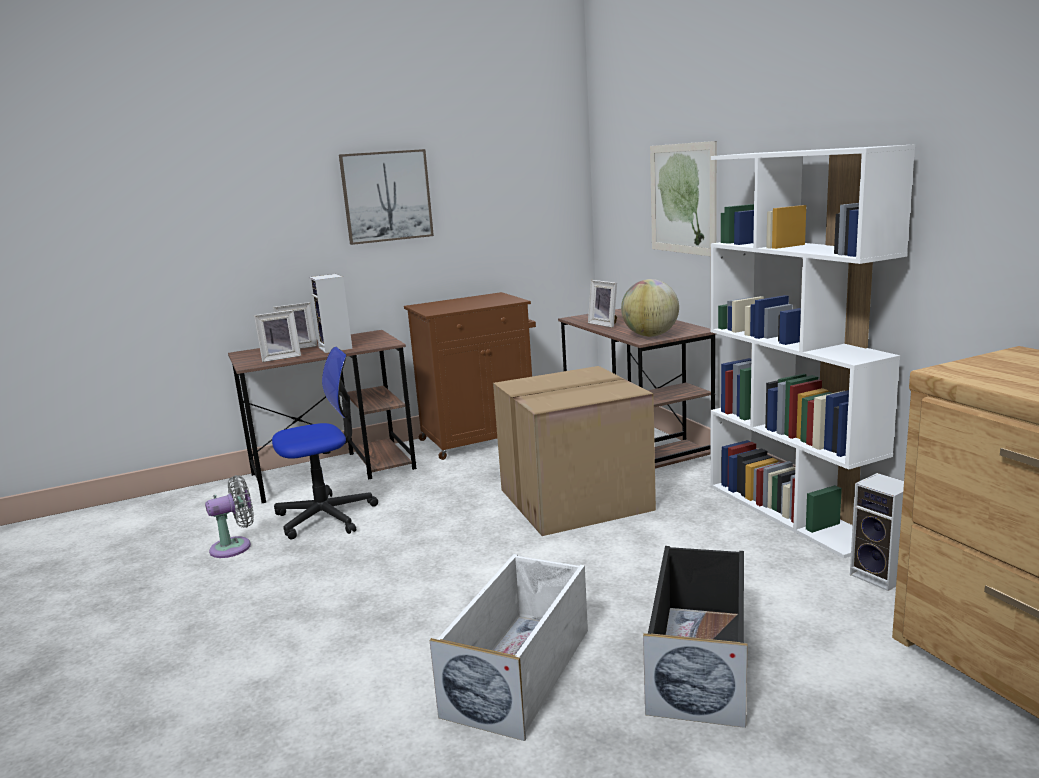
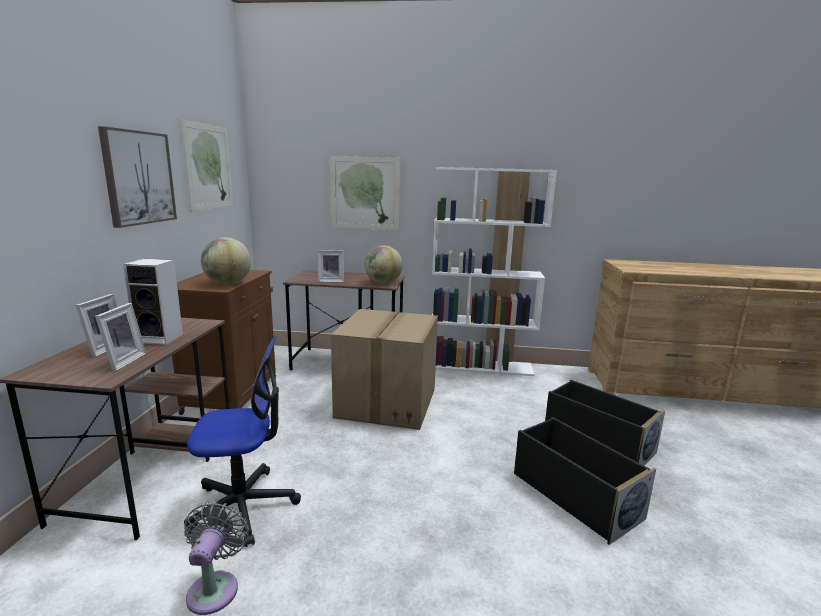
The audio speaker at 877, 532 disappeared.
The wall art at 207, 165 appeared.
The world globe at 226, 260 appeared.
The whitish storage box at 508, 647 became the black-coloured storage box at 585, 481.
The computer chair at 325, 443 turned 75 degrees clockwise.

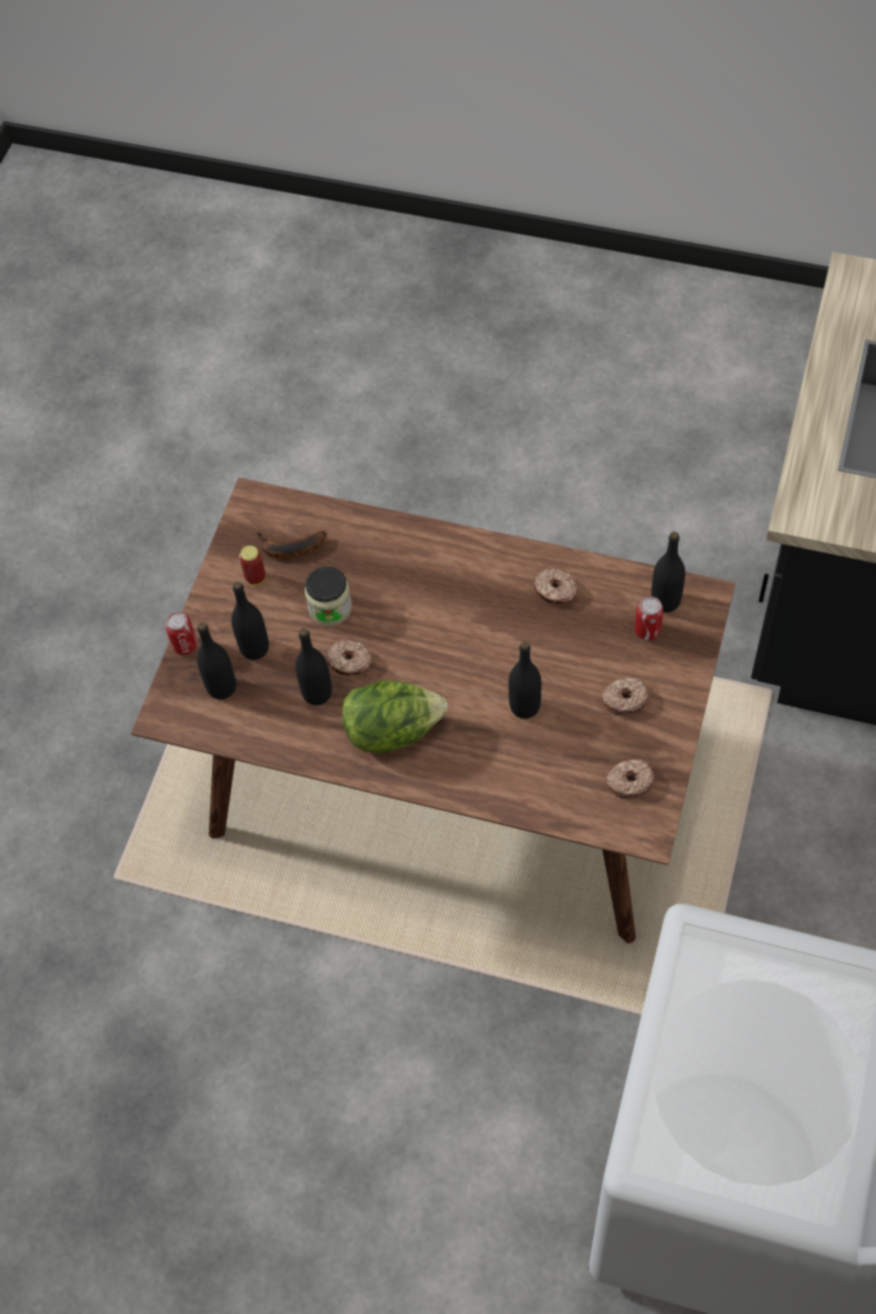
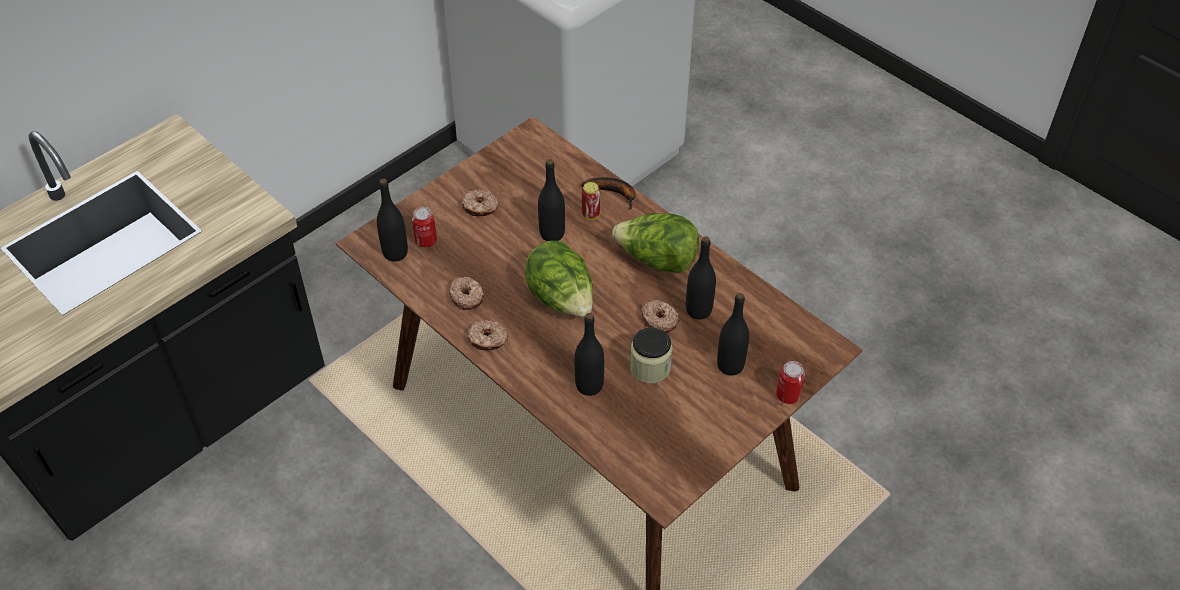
The lettuce head at 559, 279 appeared.
The black-coloured drink bottle moved from 216, 661 to 589, 354.
The sealed can moved from 252, 565 to 591, 201.
The banana fruit moved from 292, 545 to 608, 193.
The doughnut moved from 630, 779 to 487, 335.

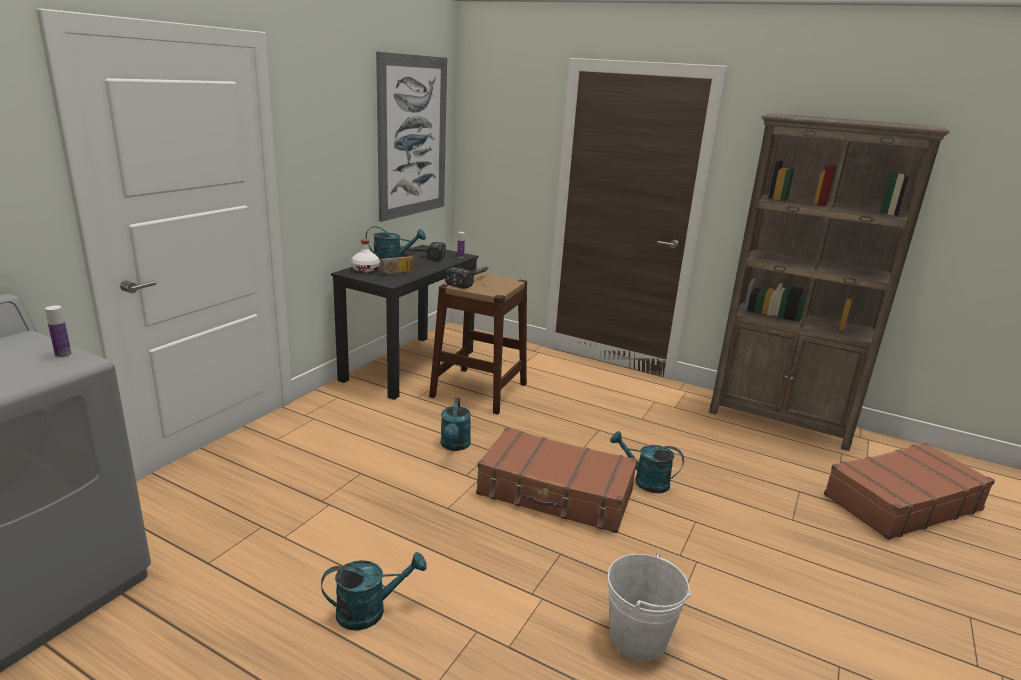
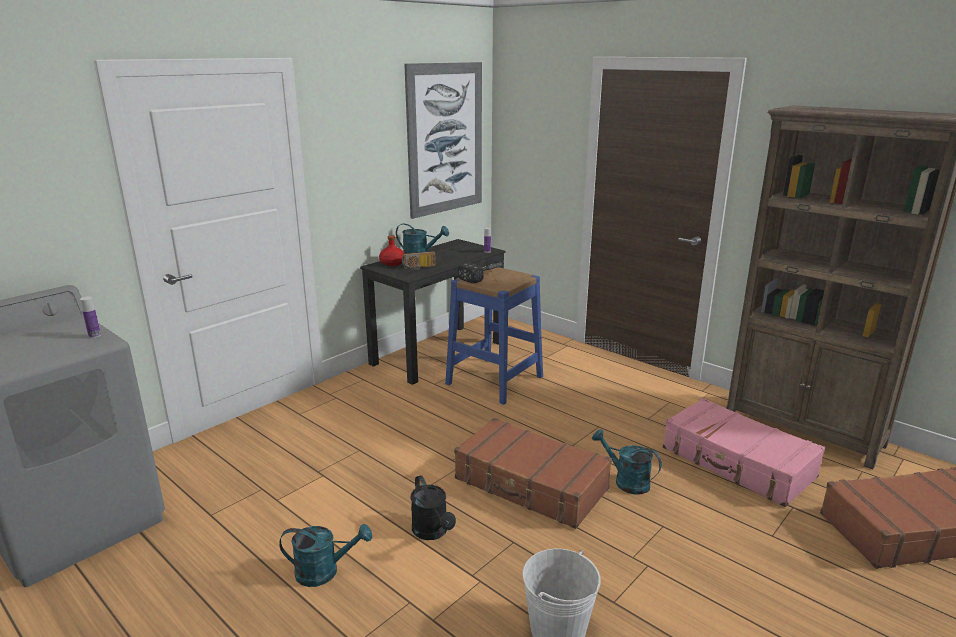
The hand hammer at 423, 251 disappeared.
The turquoise-coloured sprinkling can at 456, 424 disappeared.
The black-coloured sprinkling can at 433, 507 appeared.
The pink suitcase at 744, 452 appeared.
The whitish drink bottle at 365, 255 became the reddish drink bottle at 392, 250.
The brown-coloured stool at 478, 344 became the blue-coloured stool at 494, 336.

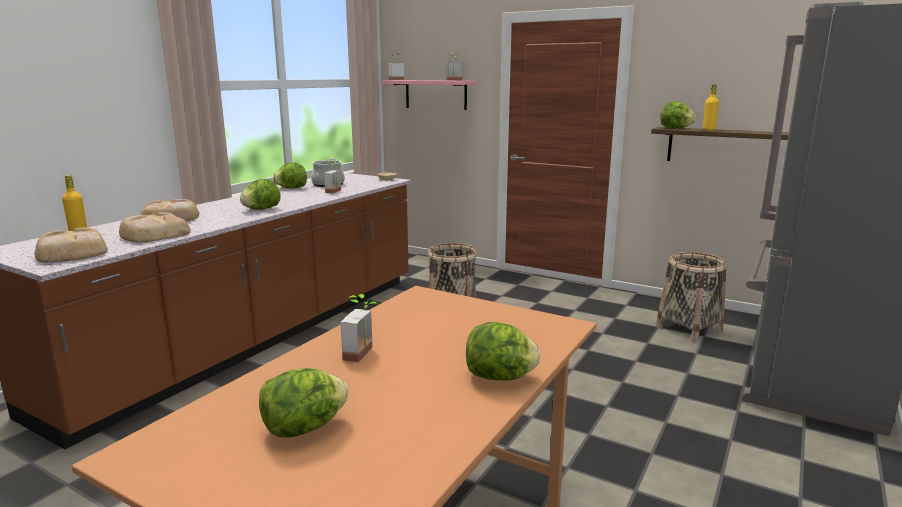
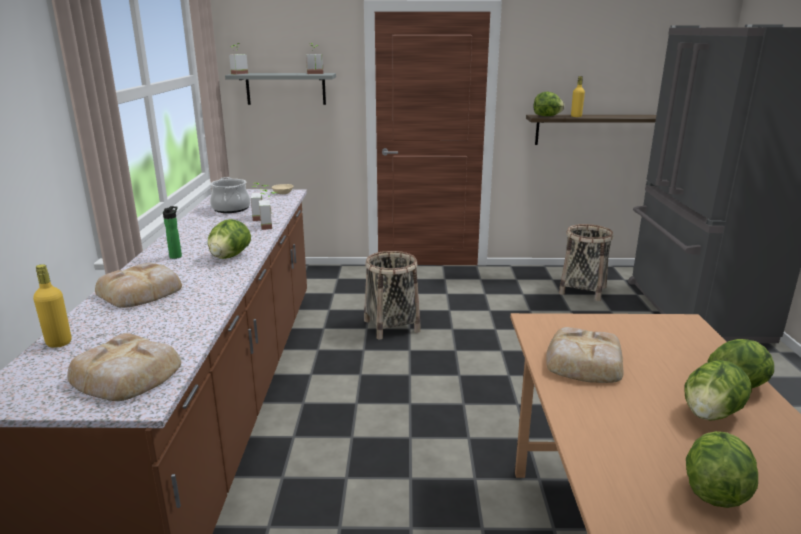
The drink bottle at 172, 232 appeared.
The bread moved from 155, 227 to 584, 355.
The lettuce head moved from 290, 175 to 718, 390.
The plant in a pot moved from 358, 328 to 268, 210.
The pink bracket shelf at 429, 95 became the gray bracket shelf at 280, 89.

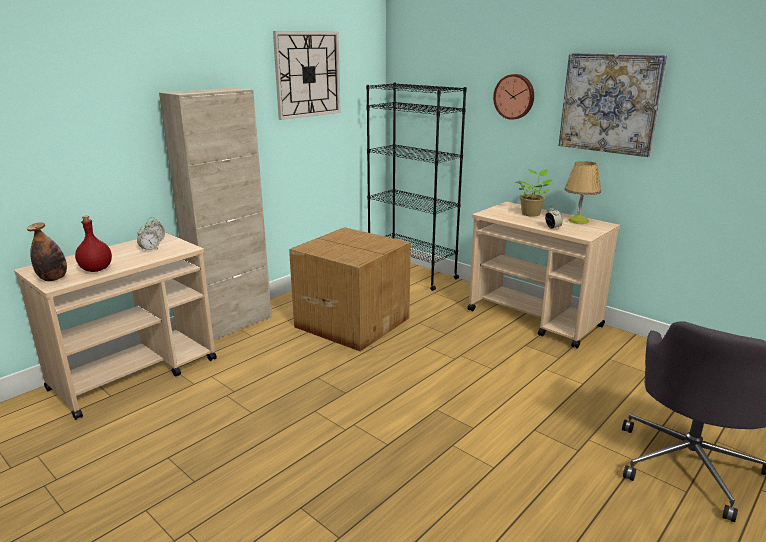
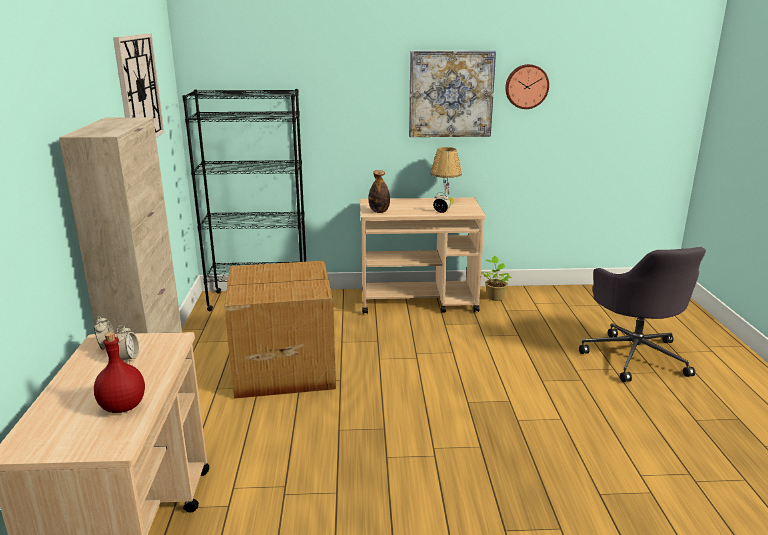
The drink bottle moved from 47, 252 to 379, 191.
The hanging clock moved from 513, 97 to 527, 86.
The plant in a pot moved from 534, 193 to 496, 278.

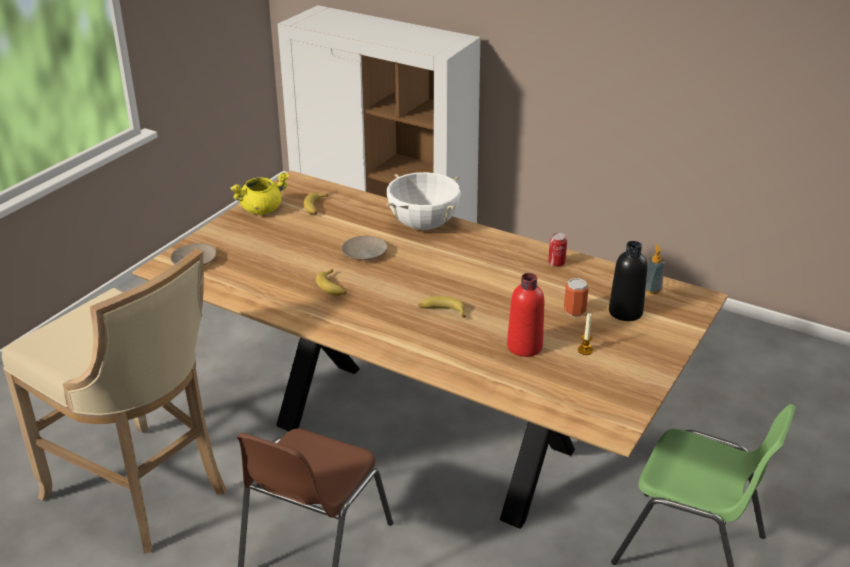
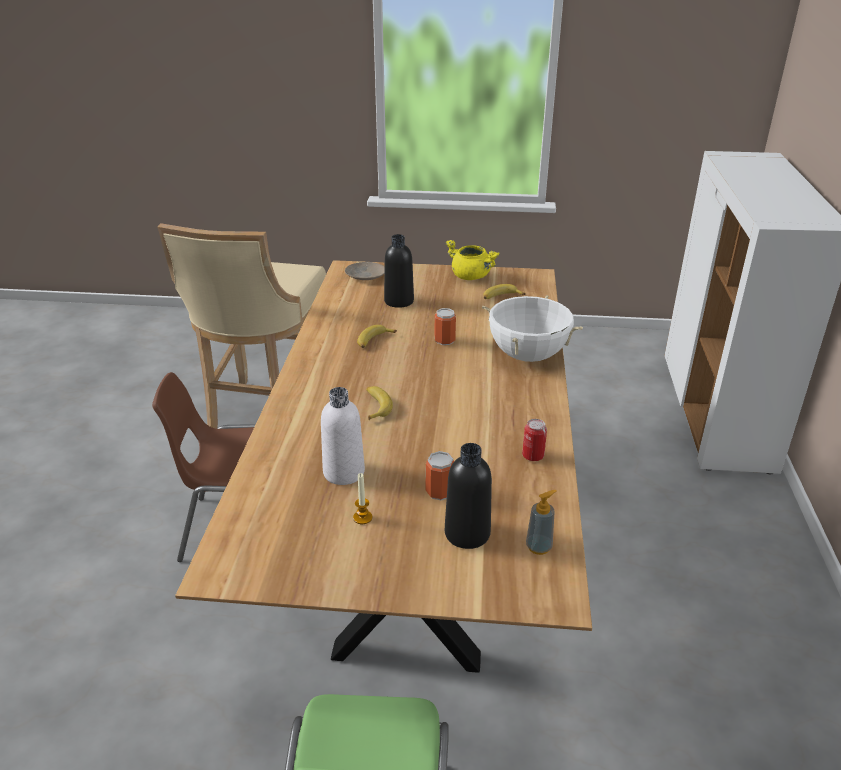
The black-coloured drink bottle at 399, 271 appeared.
The beige-coloured plate at 364, 248 was replaced by the sealed can at 445, 326.
The reddish drink bottle at 525, 315 became the whitish drink bottle at 343, 436.

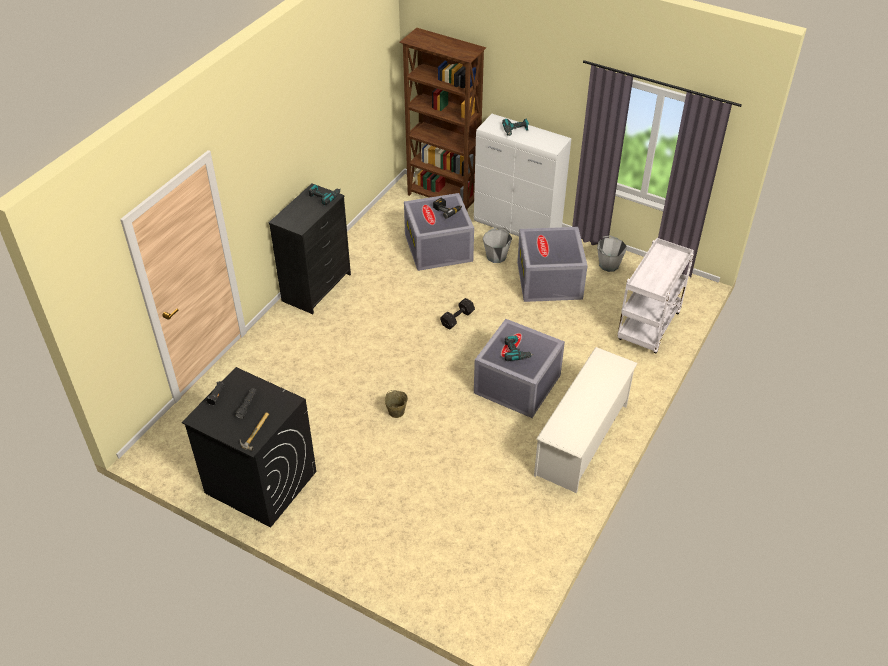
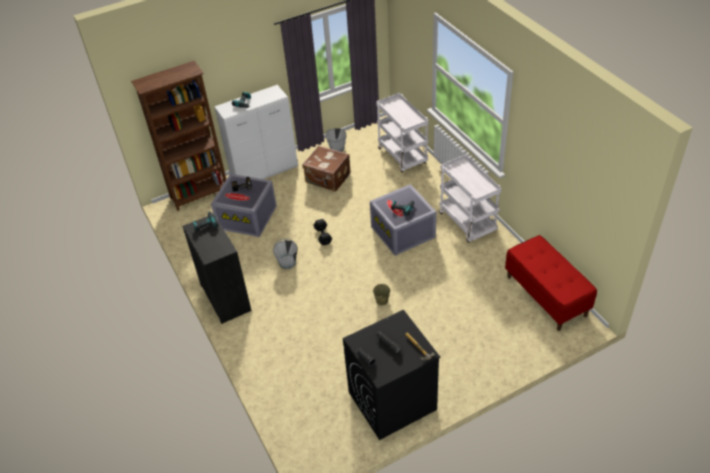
The reddish bench at 551, 283 appeared.
The gray bucket moved from 497, 245 to 285, 253.
The gray storage box at 552, 264 was replaced by the brown-coloured suitcase at 326, 169.
The whitish shoe rack at 586, 420 was replaced by the whitish trolley at 470, 198.

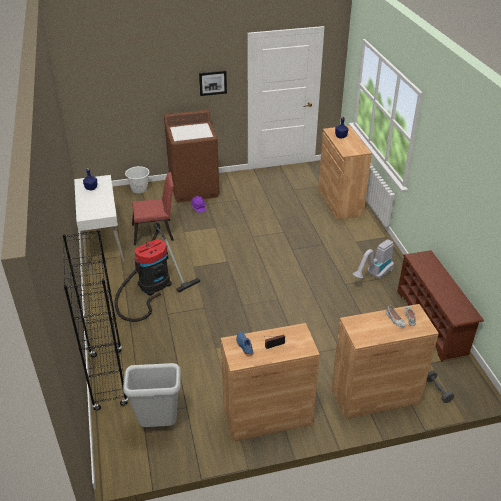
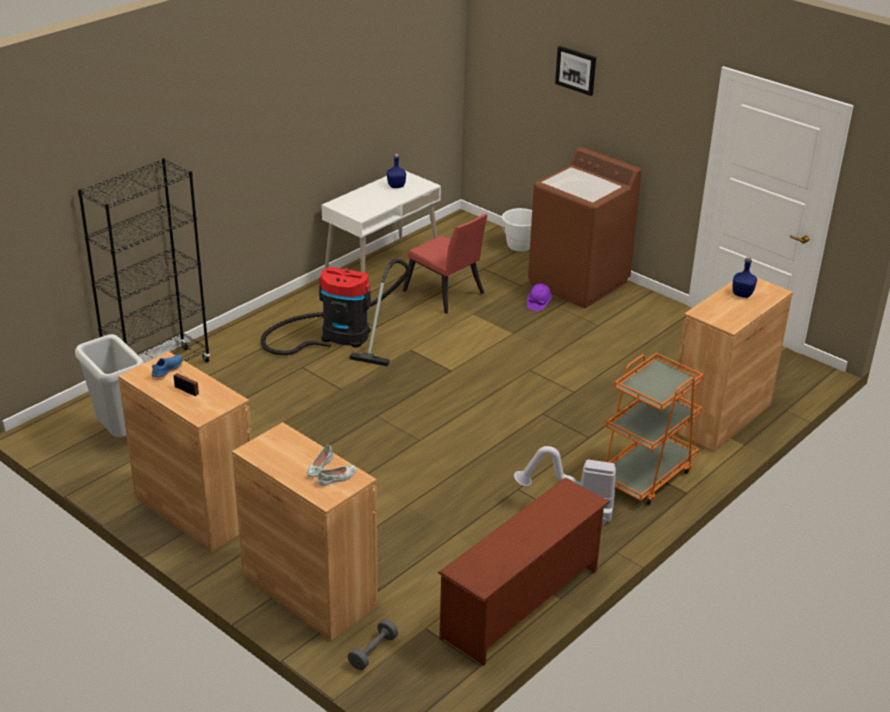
The orangey trolley at 654, 429 appeared.
The wall art moved from 213, 83 to 575, 71.

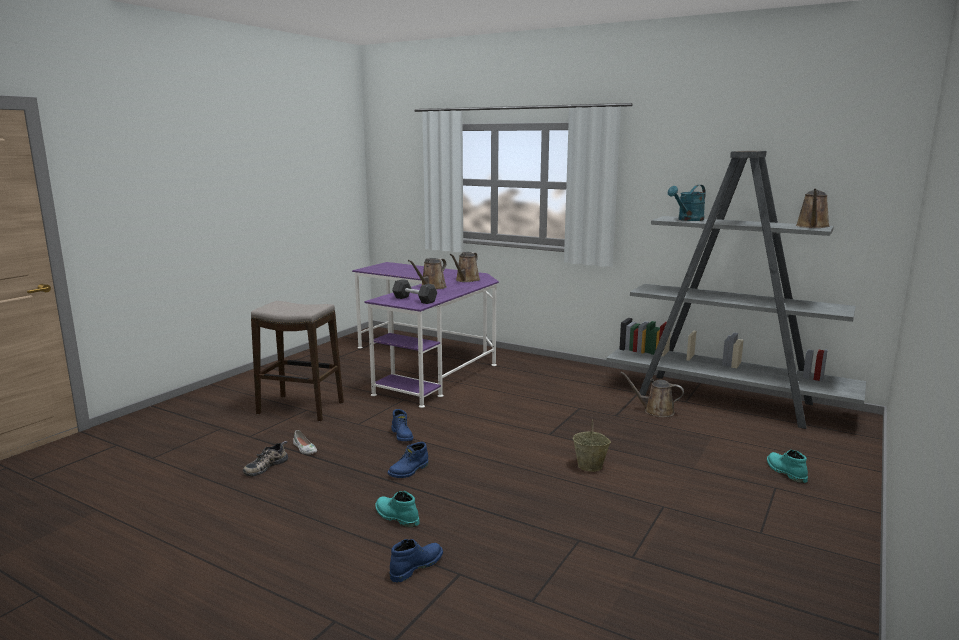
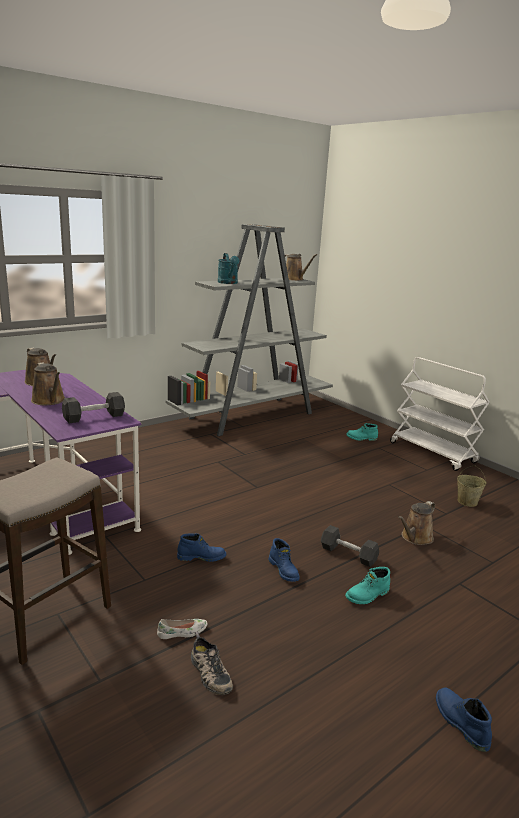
The black-coloured hand weight at 350, 546 appeared.
The whitish trolley at 440, 414 appeared.
The blue-coloured high-top boot moved from 416, 561 to 464, 719.
The beige-coloured bucket moved from 592, 446 to 471, 486.
The brown-coloured sprinkling can moved from 652, 394 to 416, 523.

